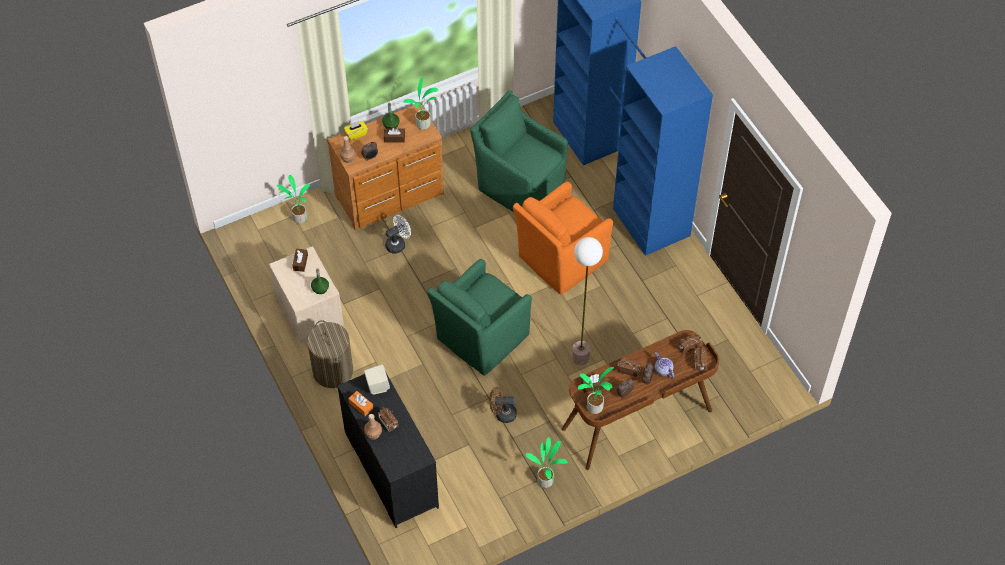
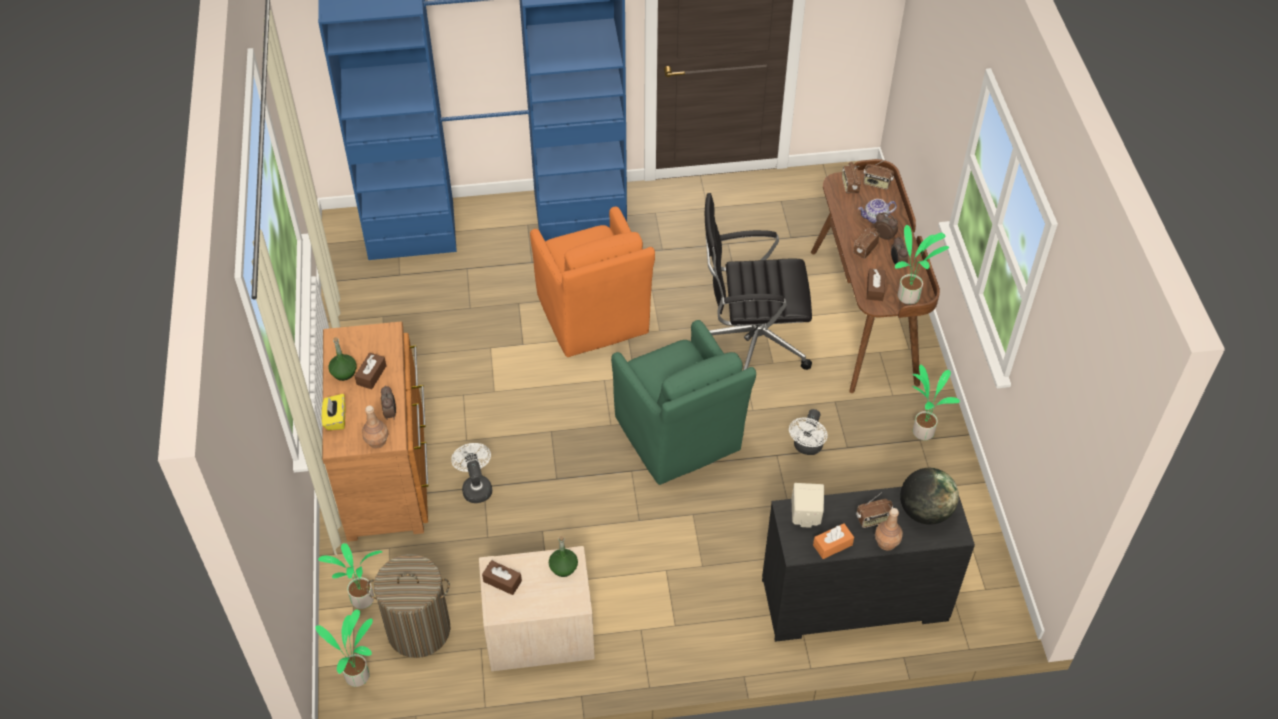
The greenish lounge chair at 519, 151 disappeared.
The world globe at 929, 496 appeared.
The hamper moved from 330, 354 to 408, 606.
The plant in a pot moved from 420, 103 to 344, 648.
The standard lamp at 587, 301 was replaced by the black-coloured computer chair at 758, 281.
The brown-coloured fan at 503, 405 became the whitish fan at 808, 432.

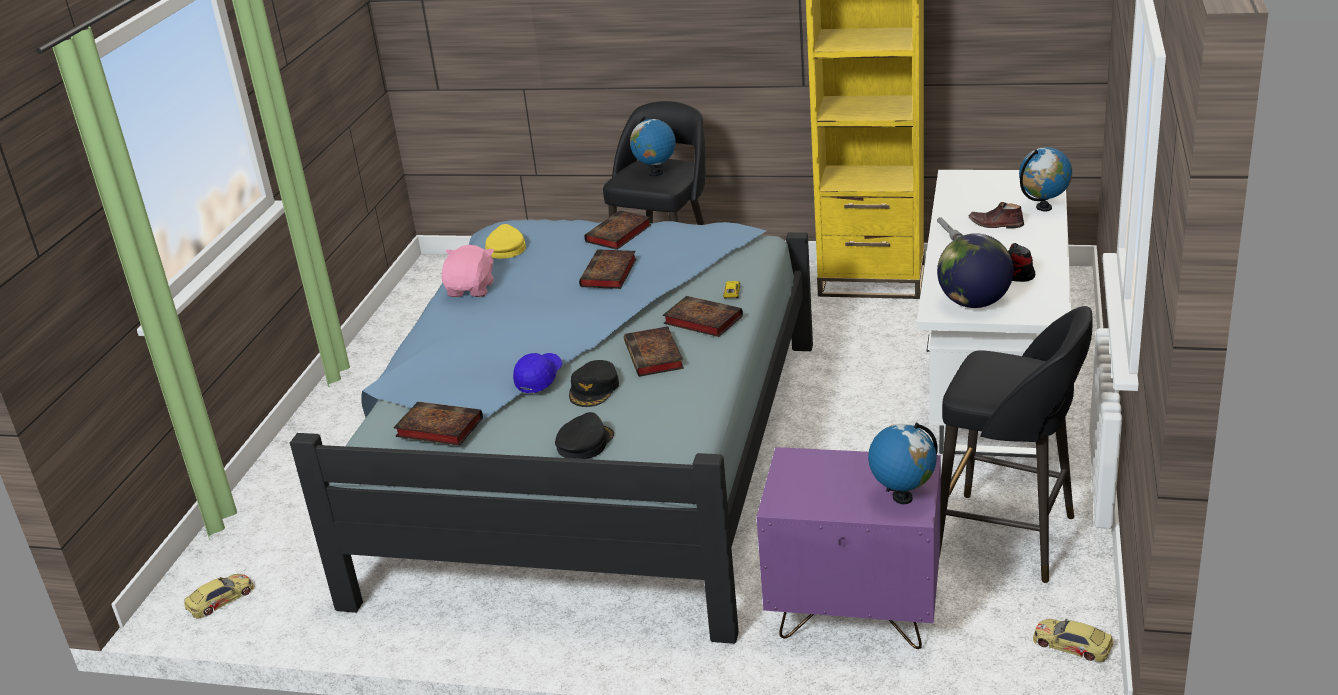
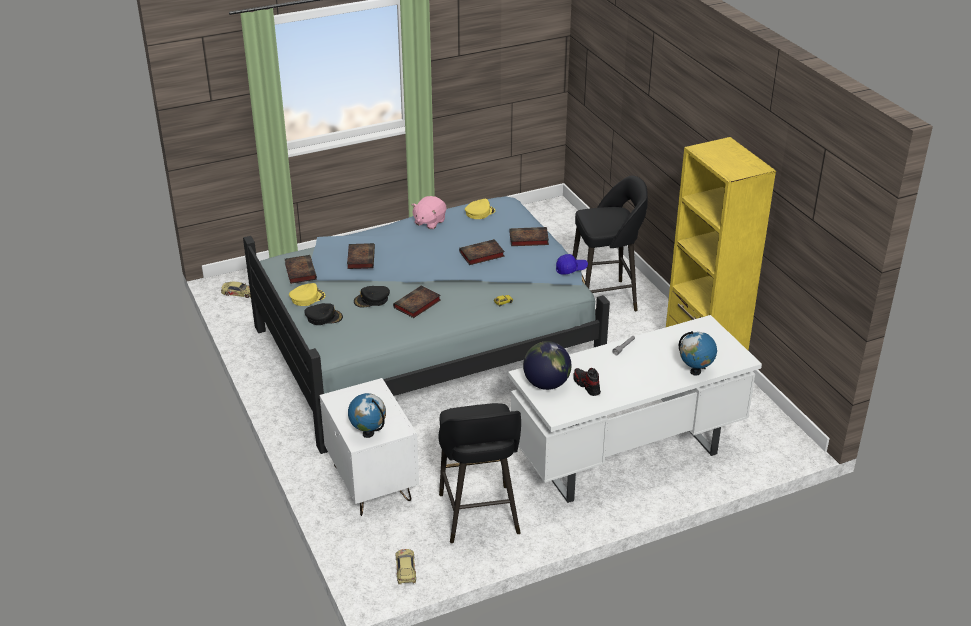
The world globe at 653, 146 disappeared.
The brown-coloured item of footwear at 996, 215 disappeared.
The yellow cap at 307, 294 appeared.
The blue-coloured cap moved from 537, 373 to 572, 264.
The bound book moved from 703, 316 to 361, 256.
The purple night table at 848, 548 became the whitish night table at 369, 447.
The pink plush toy at 468, 271 turned 150 degrees clockwise.

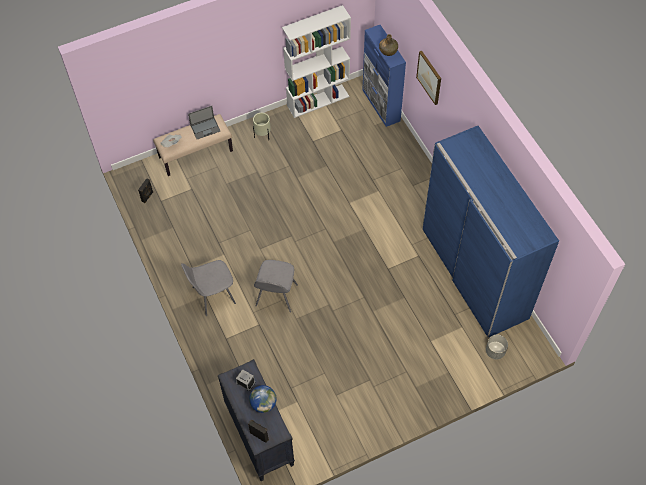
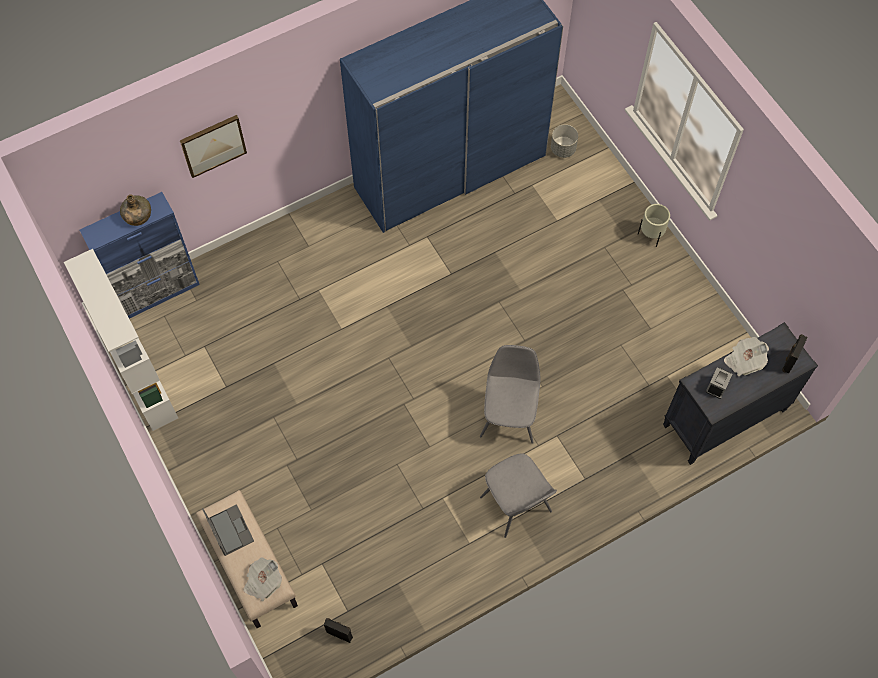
The beige-coloured plant pot moved from 262, 126 to 654, 225.
The world globe at 263, 399 was replaced by the daily paper at 746, 356.
The gray plain chair at 276, 286 turned 90 degrees counterclockwise.

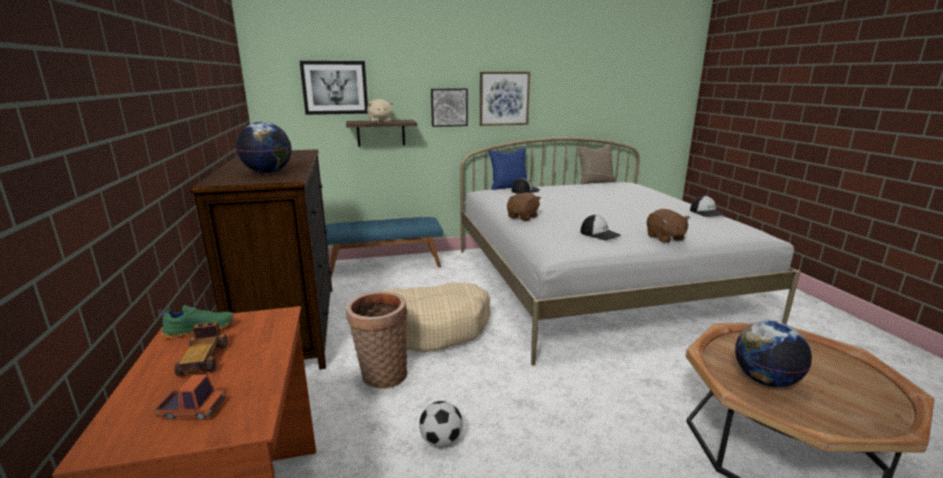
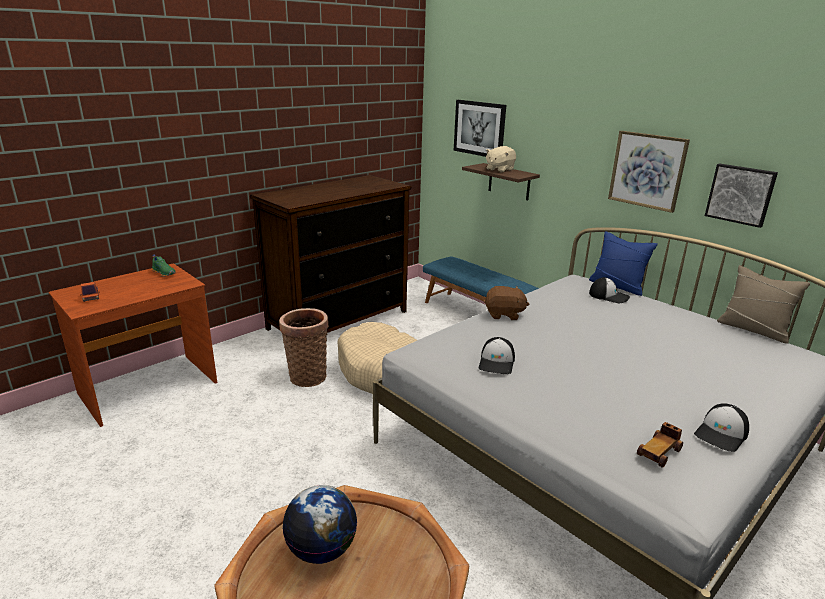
The world globe at 264, 147 disappeared.
The football at 441, 424 disappeared.
The brown-coloured plush toy at 668, 226 disappeared.
The model car moved from 200, 349 to 660, 445.
The wall art moved from 449, 107 to 741, 195.

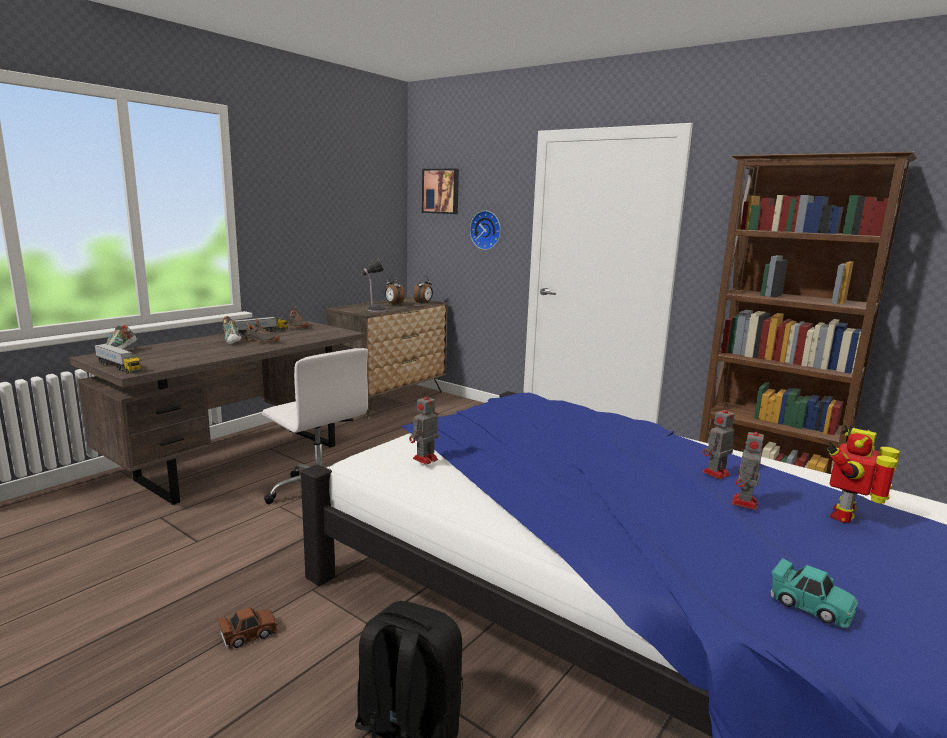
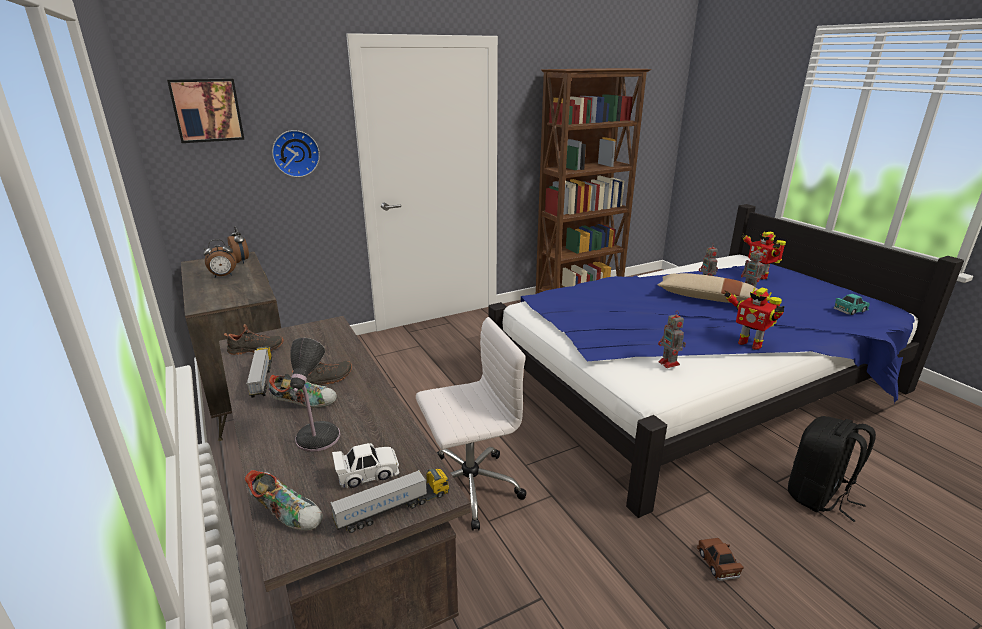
The whitish model car at 365, 465 appeared.
The beige-coloured pillow at 707, 288 appeared.
The robot figure at 754, 318 appeared.
The table lamp moved from 374, 284 to 315, 395.

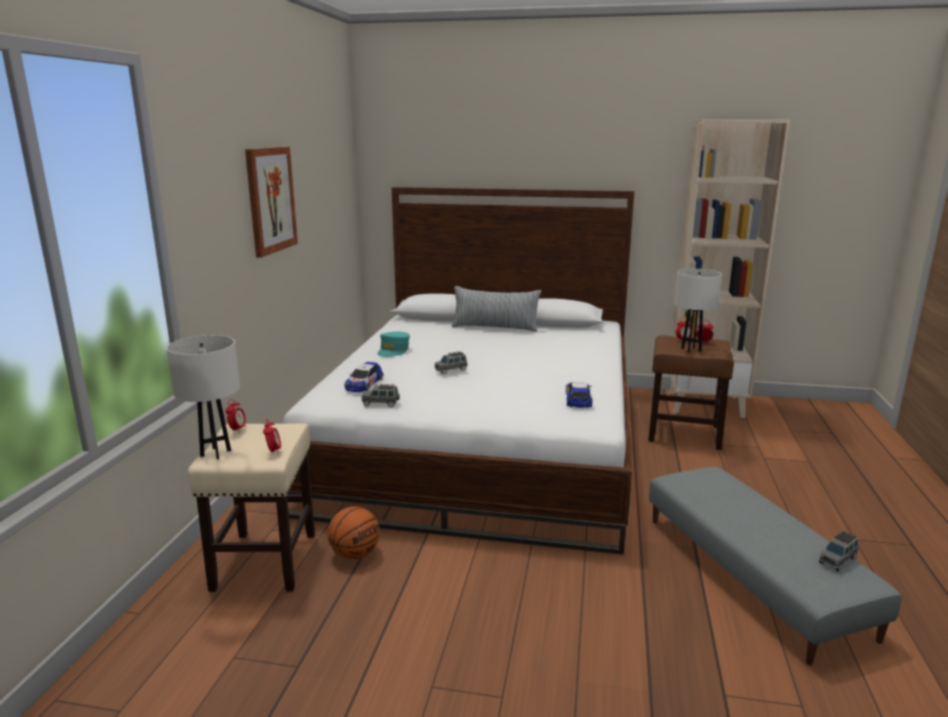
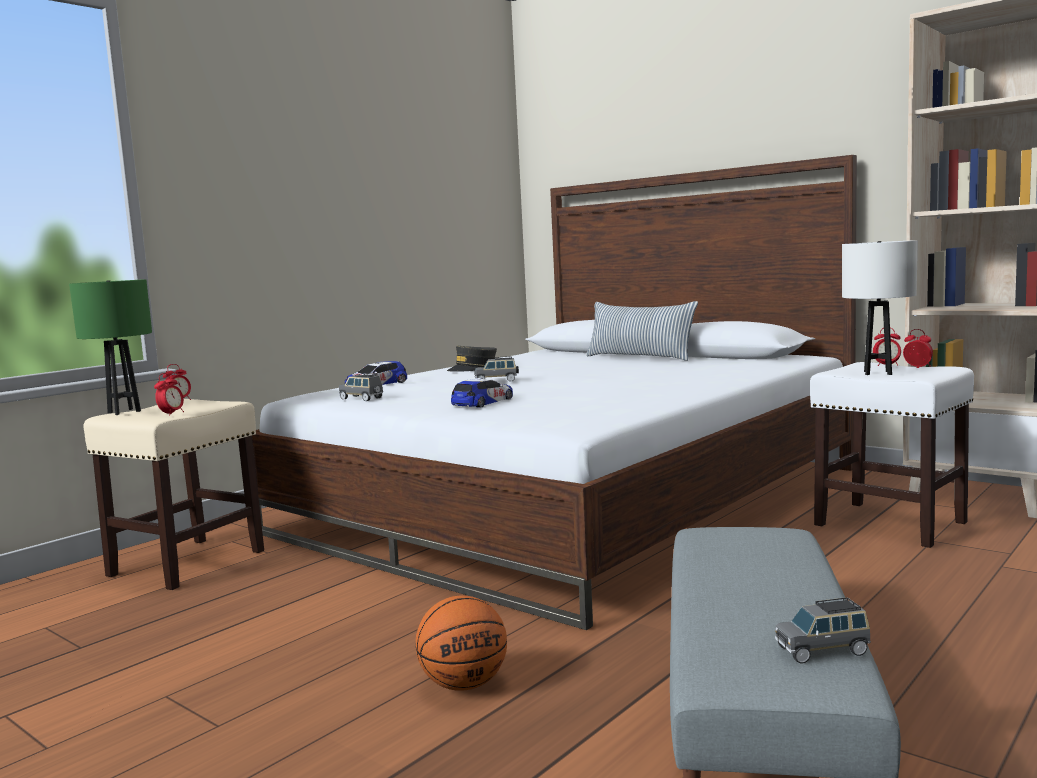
The wall art at 271, 202 disappeared.
The basketball moved from 354, 532 to 461, 643.
The model car moved from 579, 395 to 482, 393.
The whitish table lamp at 203, 397 became the greenish table lamp at 110, 347.
The turquoise-coloured cap at 393, 344 became the gray cap at 472, 359.
The brown-coloured stool at 691, 392 became the whitish stool at 892, 455.

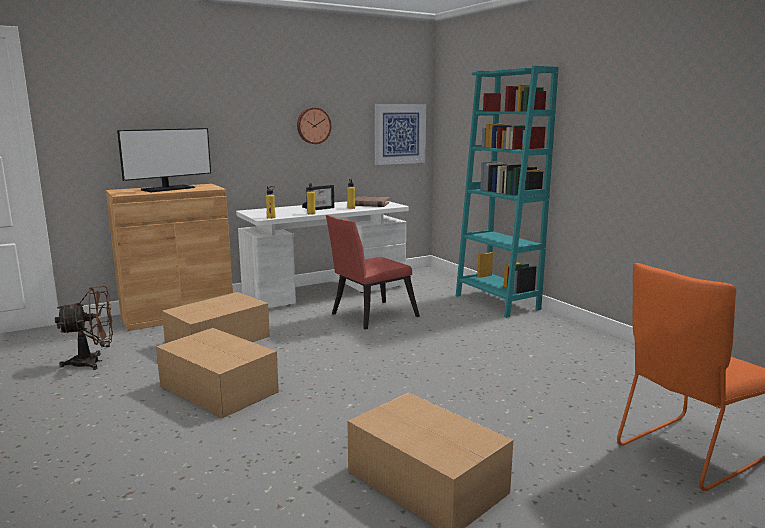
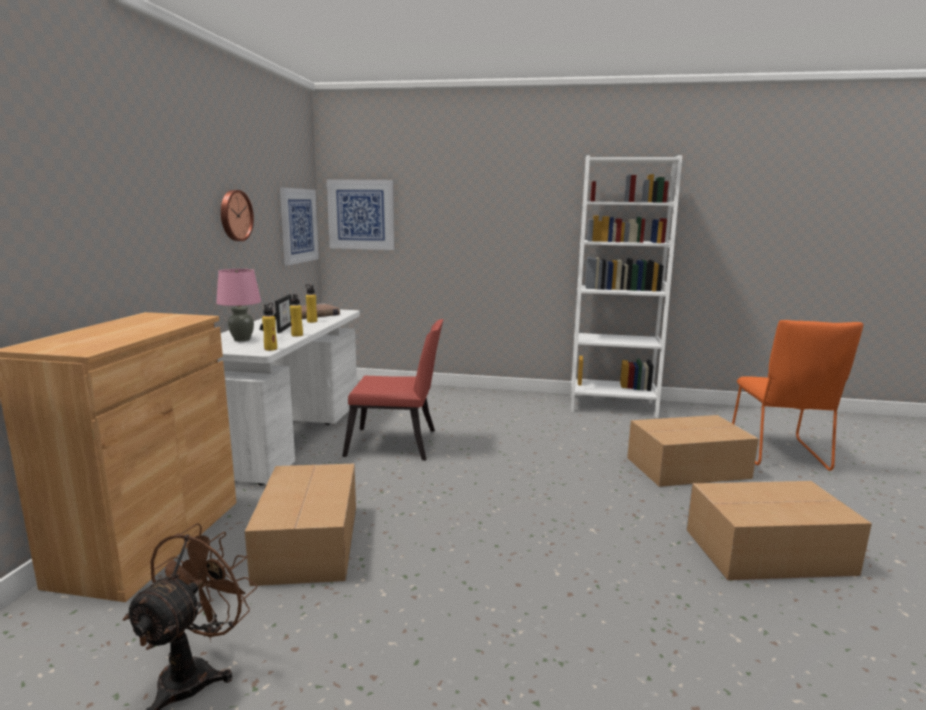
The computer display at 164, 160 disappeared.
The turquoise-coloured bookshelf at 507, 192 disappeared.
The pink table lamp at 238, 305 appeared.
The wall art at 360, 214 appeared.
The whitish bookshelf at 626, 286 appeared.
The cardboard box moved from 217, 373 to 693, 451.
The reddish plain chair at 373, 272 turned 90 degrees counterclockwise.

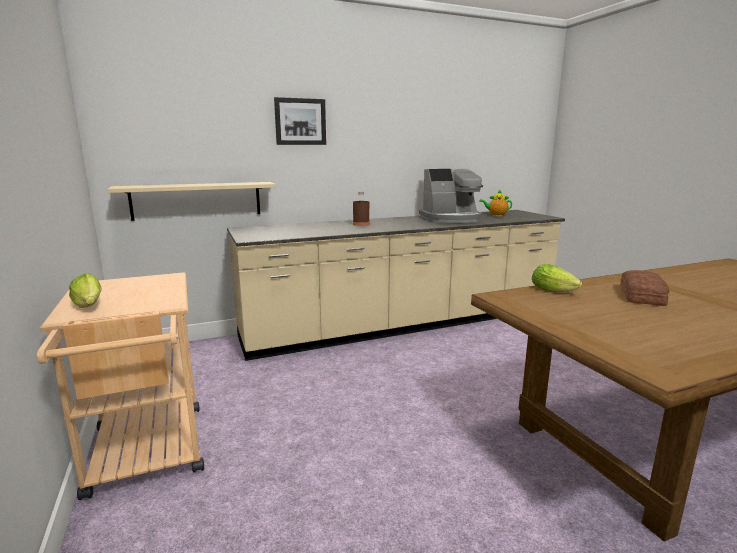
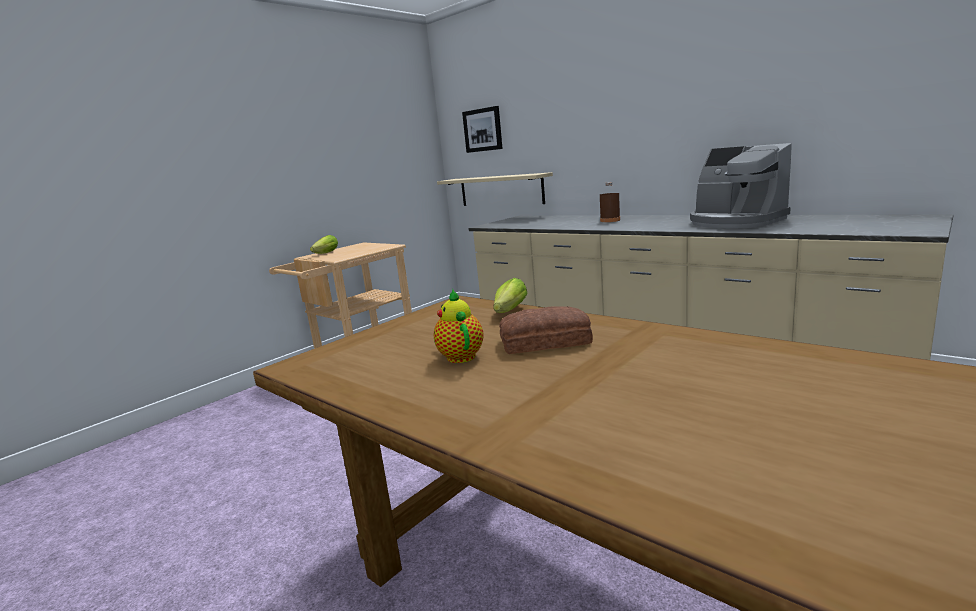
The wall art moved from 300, 121 to 482, 129.
The teapot moved from 495, 202 to 458, 326.

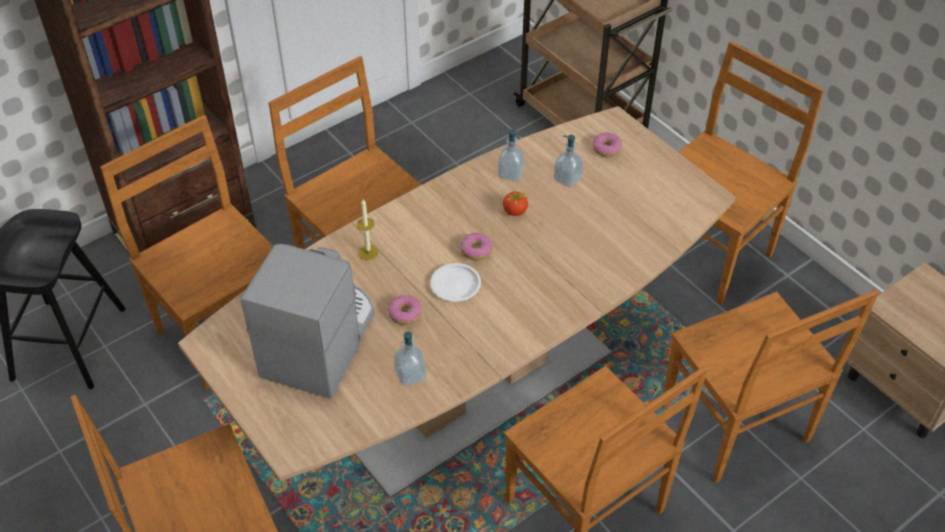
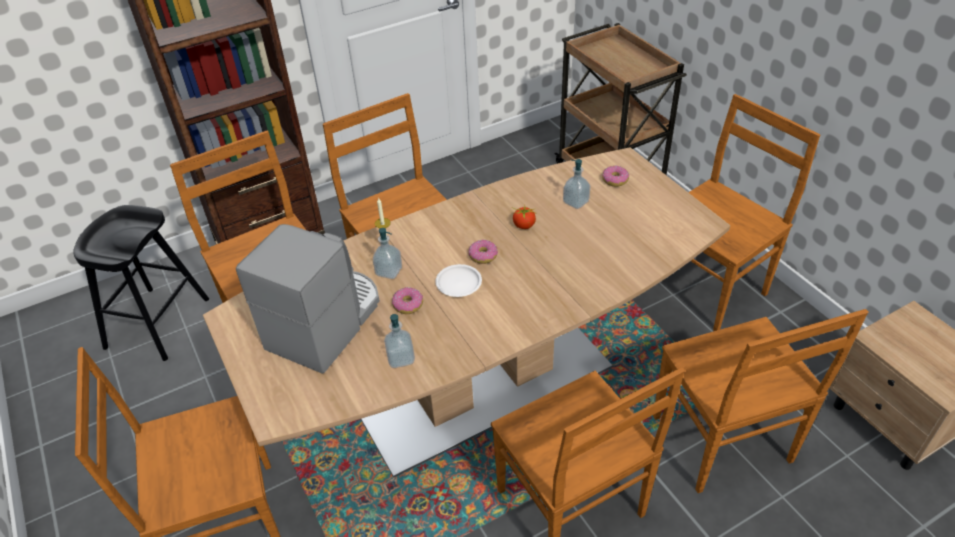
The soap dispenser moved from 511, 155 to 387, 253.

